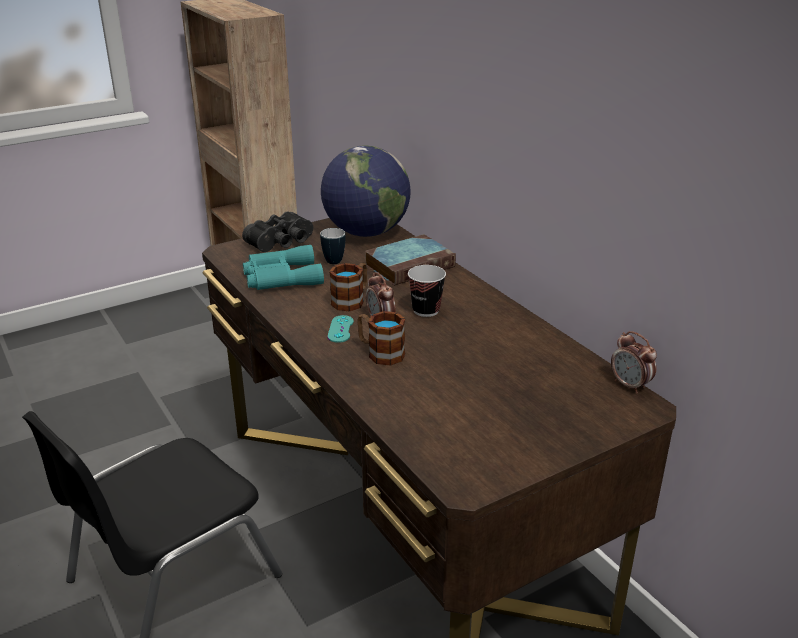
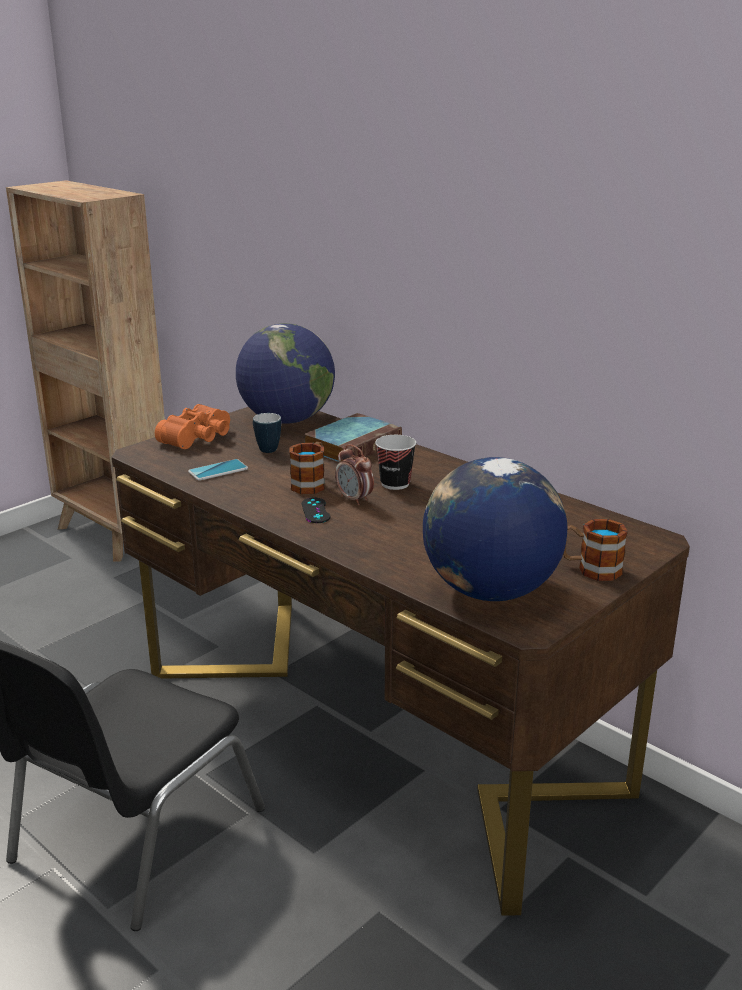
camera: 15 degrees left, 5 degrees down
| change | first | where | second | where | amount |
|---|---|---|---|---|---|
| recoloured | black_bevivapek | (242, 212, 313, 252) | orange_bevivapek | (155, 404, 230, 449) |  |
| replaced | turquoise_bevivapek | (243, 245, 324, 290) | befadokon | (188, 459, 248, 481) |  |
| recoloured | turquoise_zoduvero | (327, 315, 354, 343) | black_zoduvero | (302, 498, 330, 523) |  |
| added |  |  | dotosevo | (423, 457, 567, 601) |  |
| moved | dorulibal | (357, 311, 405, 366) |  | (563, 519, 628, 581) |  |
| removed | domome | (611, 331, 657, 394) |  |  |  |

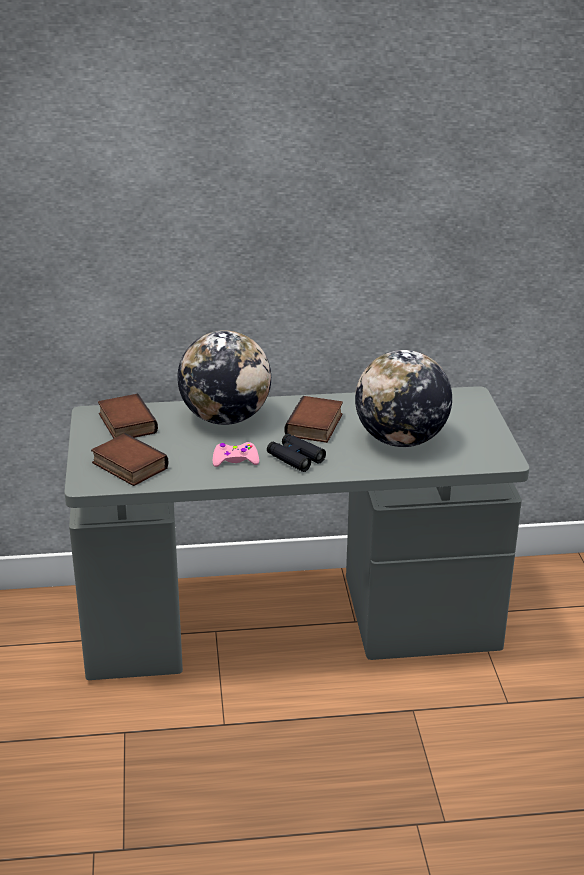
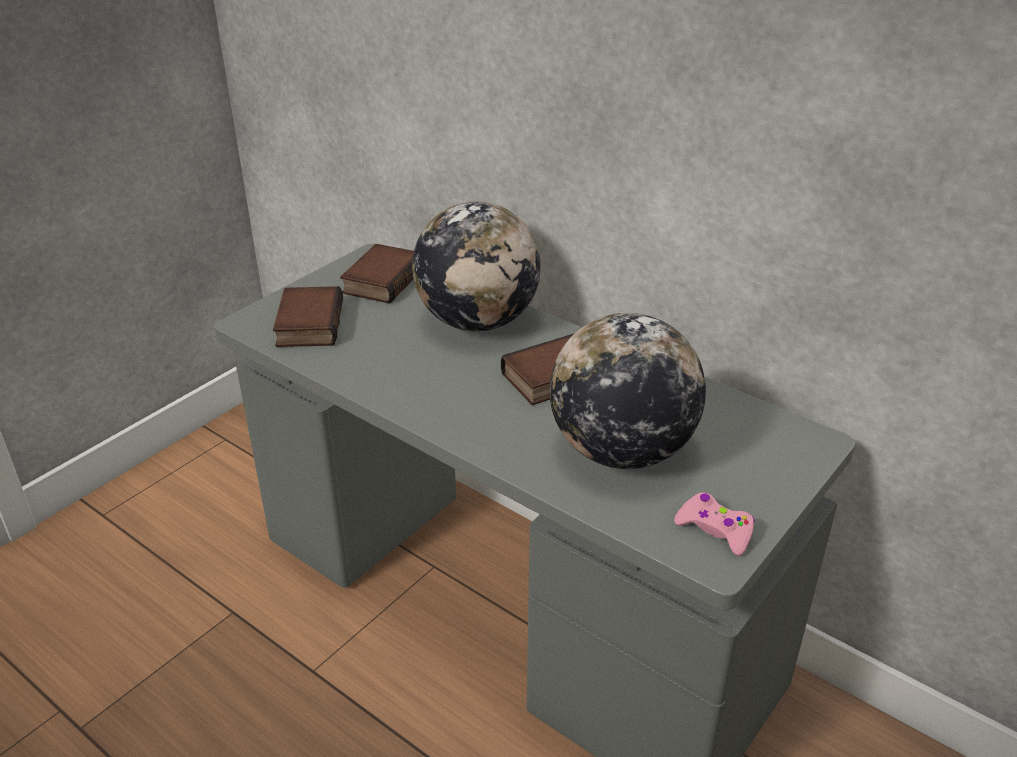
camera: 45 degrees right, 5 degrees up
| change | first | where | second | where | amount |
|---|---|---|---|---|---|
| moved | pink_zoduvero | (213, 442, 259, 467) |  | (674, 492, 755, 556) |  |
| removed | black_bevivapek | (267, 434, 326, 472) |  |  |  |

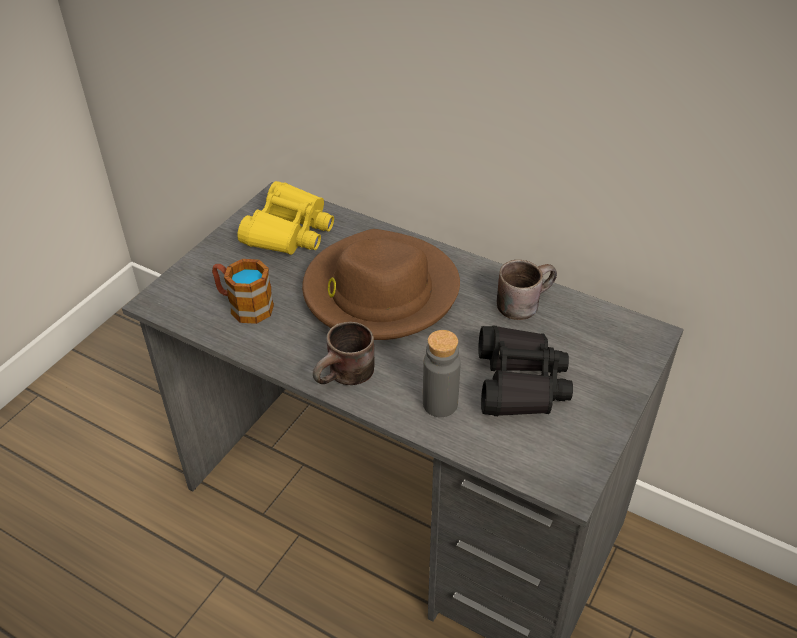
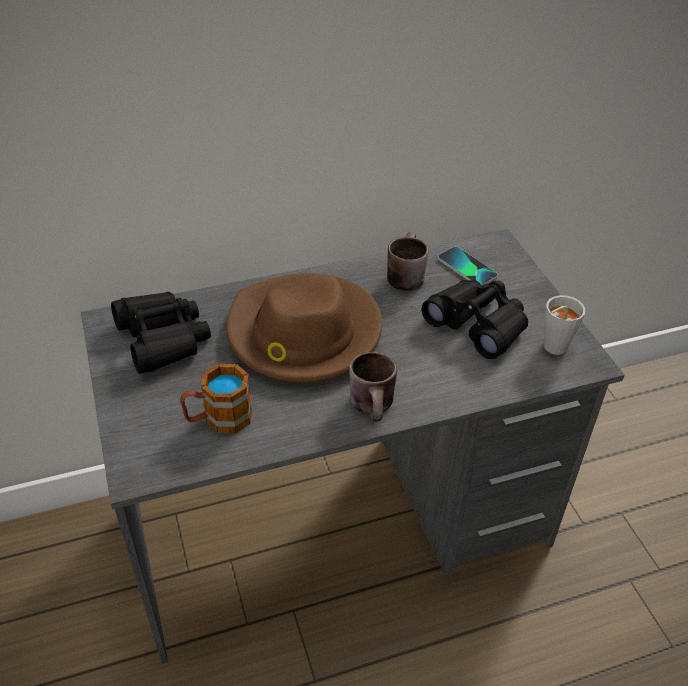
camera: 50 degrees left, 0 degrees up
| change | first | where | second | where | amount |
|---|---|---|---|---|---|
| recoloured | yellow_bevivapek | (238, 181, 334, 255) | black_bevivapek | (111, 292, 211, 374) |  |
| added |  |  | befadokon | (438, 247, 498, 285) |  |
| added |  |  | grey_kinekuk | (544, 295, 585, 355) |  |
| removed | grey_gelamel | (423, 330, 461, 417) |  |  |  |

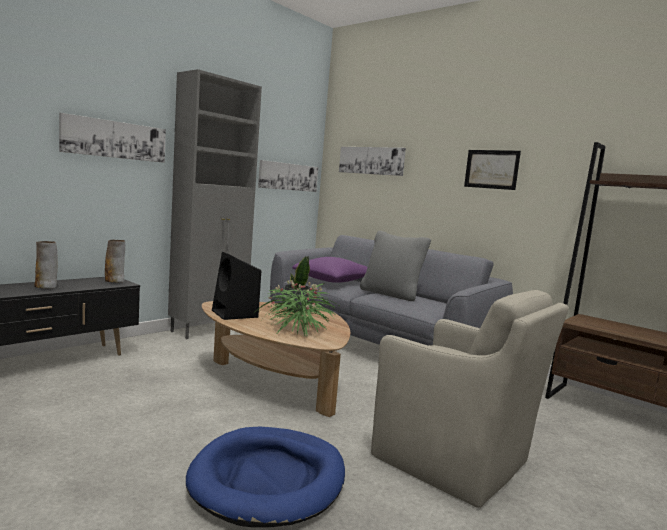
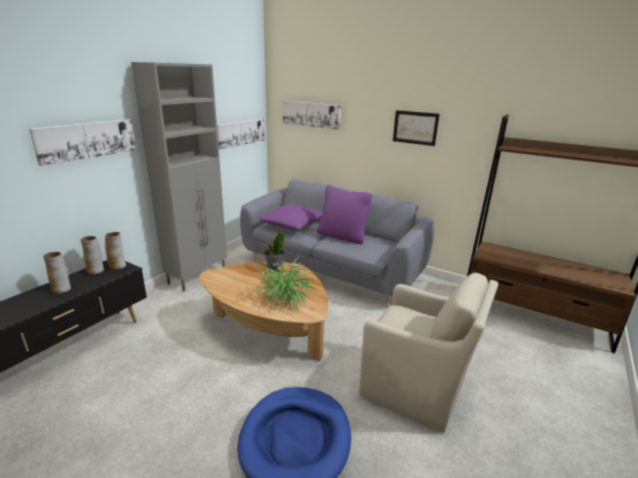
camera: 10 degrees left, 15 degrees up
| change | first | where | second | where | amount |
|---|---|---|---|---|---|
| added |  |  | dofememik | (80, 236, 104, 274) |  |
| recoloured | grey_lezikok | (360, 231, 431, 301) | purple_lezikok | (317, 185, 372, 244) |  |
| removed | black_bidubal | (212, 252, 261, 320) |  |  |  |

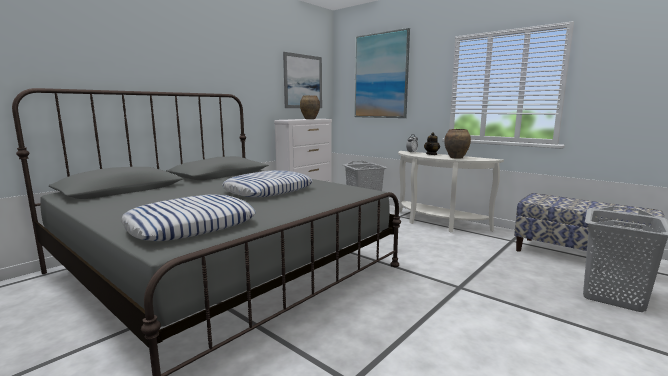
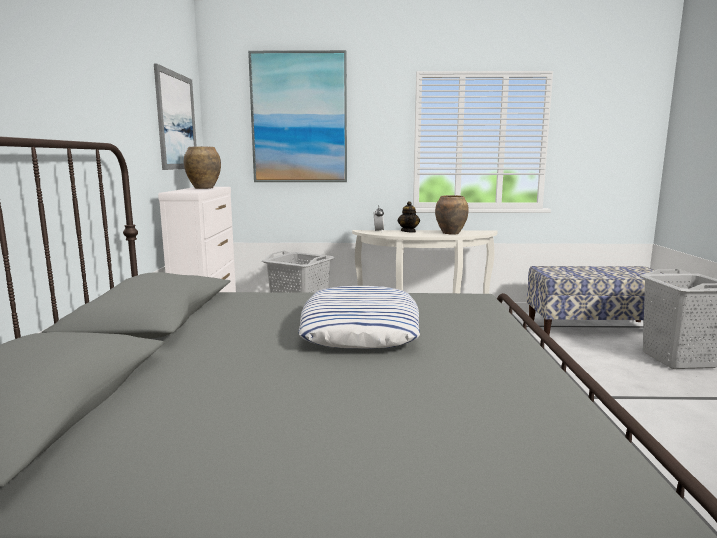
camera: 40 degrees left, 0 degrees up
| change | first | where | second | where | amount |
|---|---|---|---|---|---|
| removed | lezikok | (121, 195, 256, 241) |  |  |  |

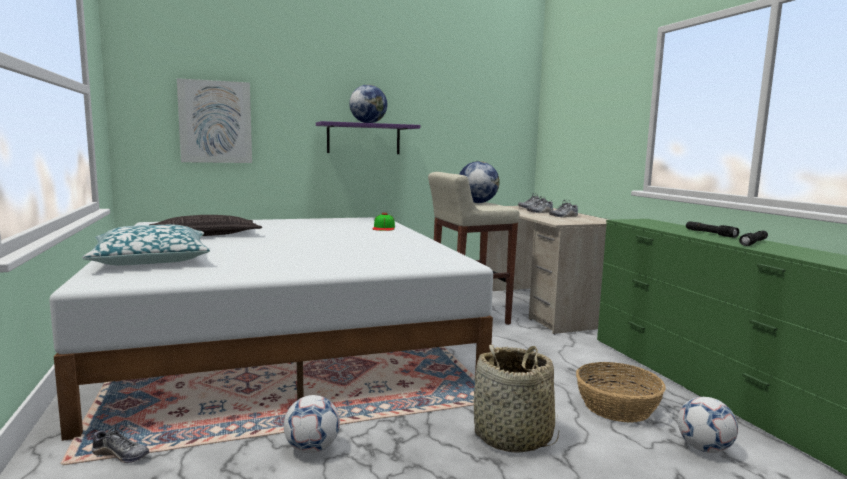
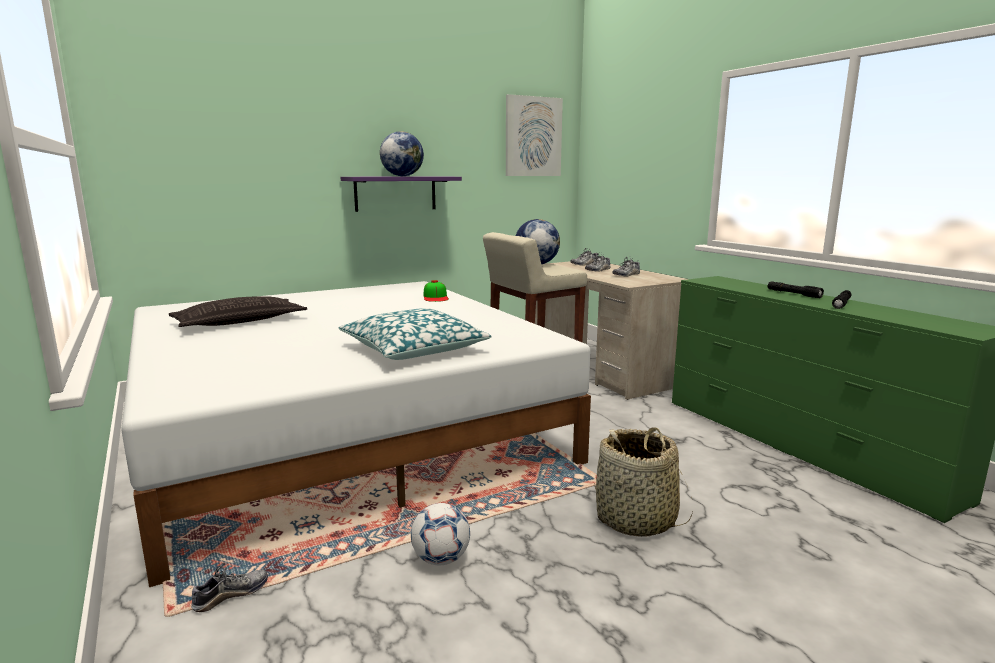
camera: 10 degrees left, 5 degrees up
| change | first | where | second | where | amount |
|---|---|---|---|---|---|
| turned | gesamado | (92, 424, 149, 463) |  | (190, 562, 268, 612) | 45 degrees counterclockwise |
| moved | lezikok | (82, 225, 210, 265) |  | (339, 308, 491, 360) |  |
| moved | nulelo | (177, 78, 252, 163) |  | (506, 94, 563, 176) |  |
| removed | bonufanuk | (576, 362, 666, 423) |  |  |  |
| removed | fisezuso | (678, 397, 738, 453) |  |  |  |

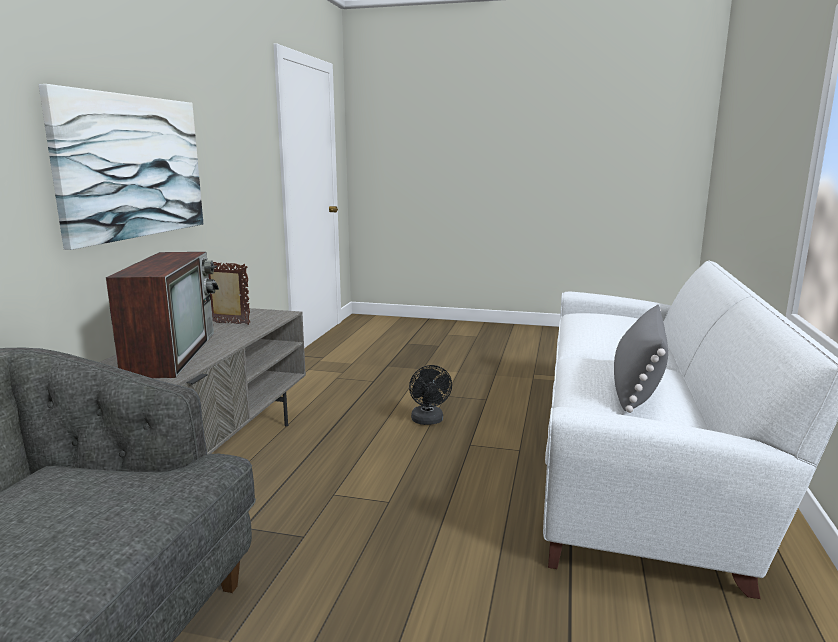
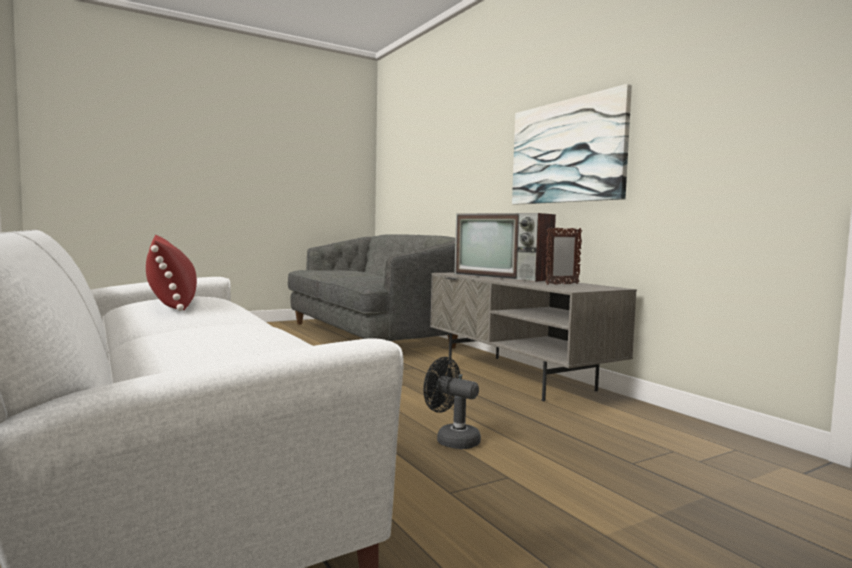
camera: 135 degrees right, 10 degrees down
| change | first | where | second | where | amount |
|---|---|---|---|---|---|
| recoloured | grey_lezikok | (614, 305, 668, 413) | red_lezikok | (146, 235, 197, 311) |  |

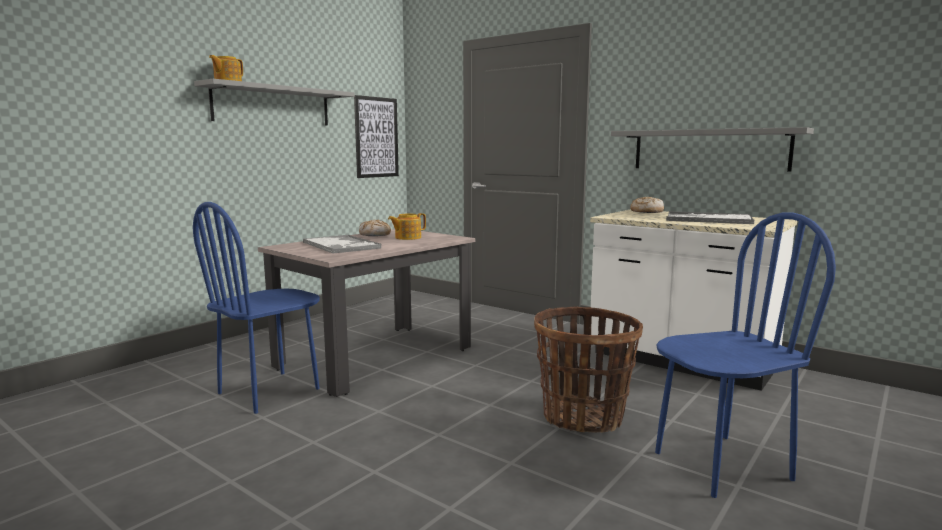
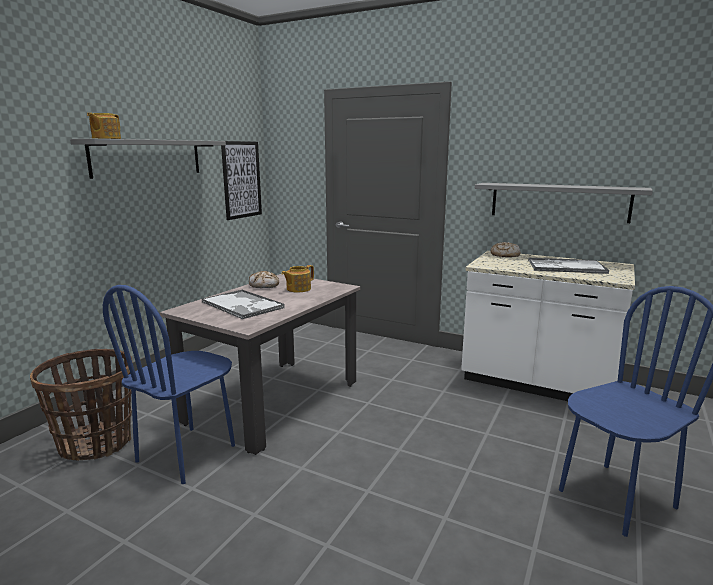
camera: 10 degrees left, 5 degrees up
| change | first | where | second | where | amount |
|---|---|---|---|---|---|
| moved | bonufanuk | (534, 306, 643, 433) |  | (30, 349, 133, 461) |  |

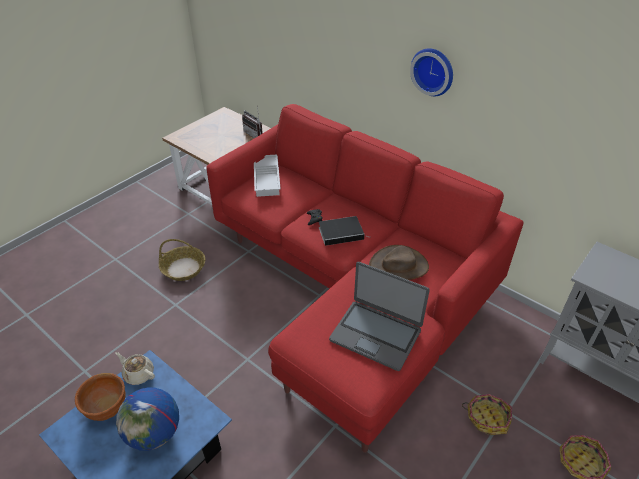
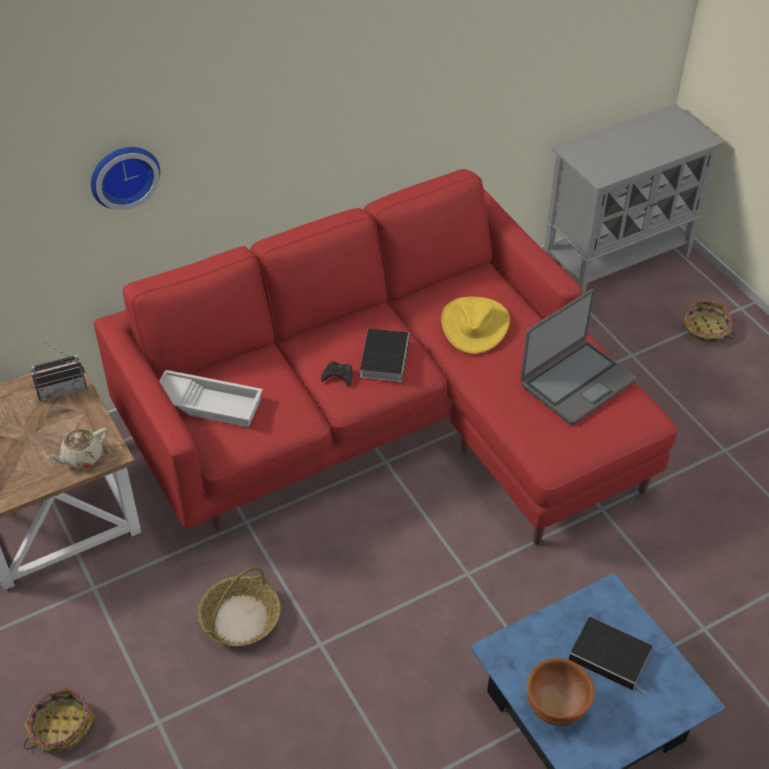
camera: 70 degrees left, 5 degrees up
| change | first | where | second | where | amount |
|---|---|---|---|---|---|
| moved | bonufanuk | (462, 394, 512, 435) |  | (24, 687, 96, 751) |  |
| moved | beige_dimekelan | (115, 352, 155, 385) |  | (47, 428, 108, 468) |  |
| moved | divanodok | (410, 48, 453, 96) |  | (91, 147, 160, 210) |  |
| recoloured | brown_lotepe | (369, 245, 429, 280) | yellow_lotepe | (441, 296, 510, 354) |  |
| replaced | dotosevo | (116, 387, 179, 451) | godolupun | (569, 617, 652, 694) |  |

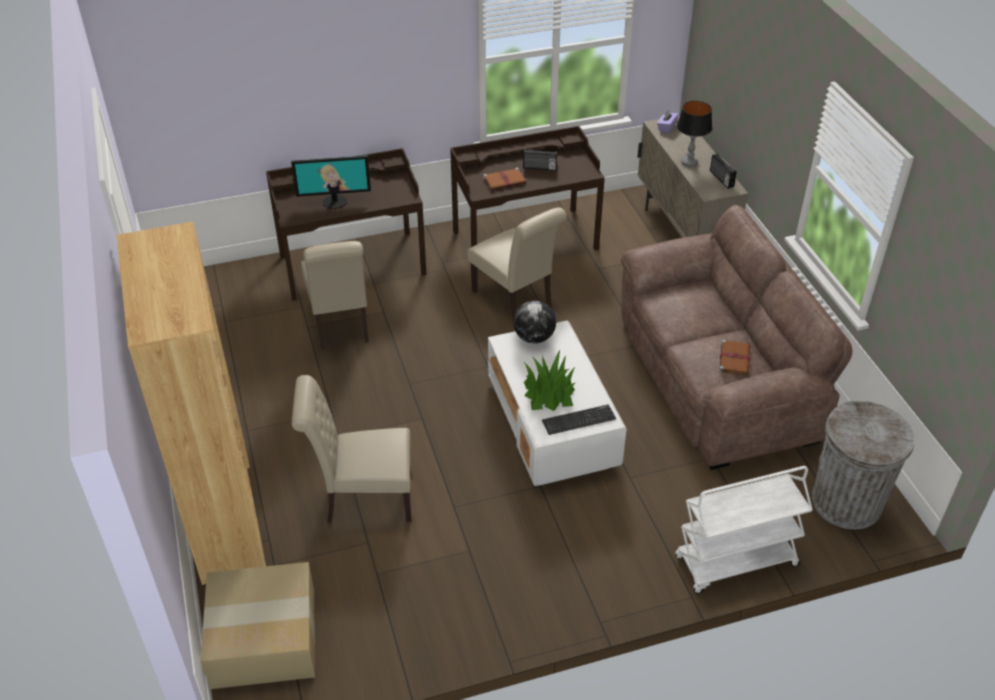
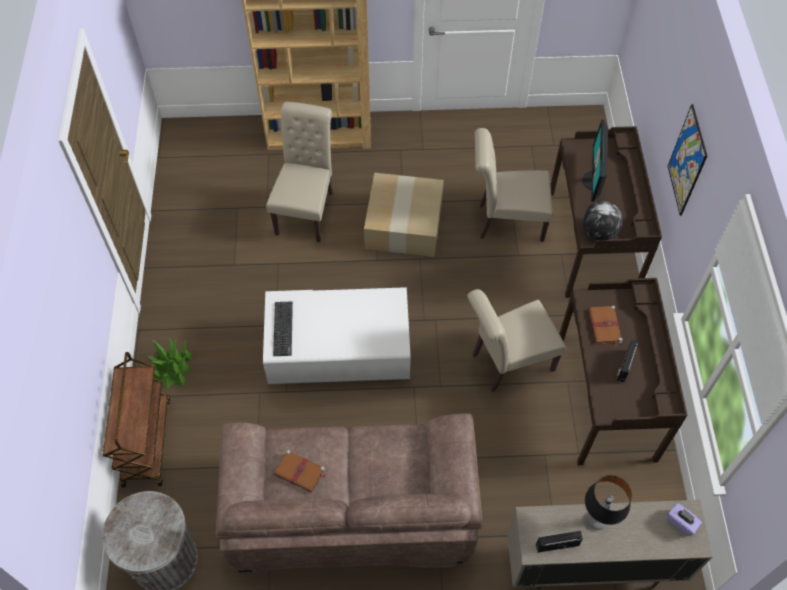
camera: 105 degrees right, 15 degrees up
| change | first | where | second | where | amount |
|---|---|---|---|---|---|
| recoloured | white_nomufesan | (675, 466, 813, 594) | brown_nomufesan | (103, 352, 170, 488) |  |
| moved | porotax | (524, 350, 575, 411) |  | (147, 338, 192, 389) |  |
| moved | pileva | (200, 562, 315, 689) |  | (364, 173, 444, 257) |  |
| moved | dotosevo | (513, 301, 556, 344) |  | (582, 201, 623, 240) |  |
| added |  |  | nulelo | (668, 104, 707, 216) |  |

